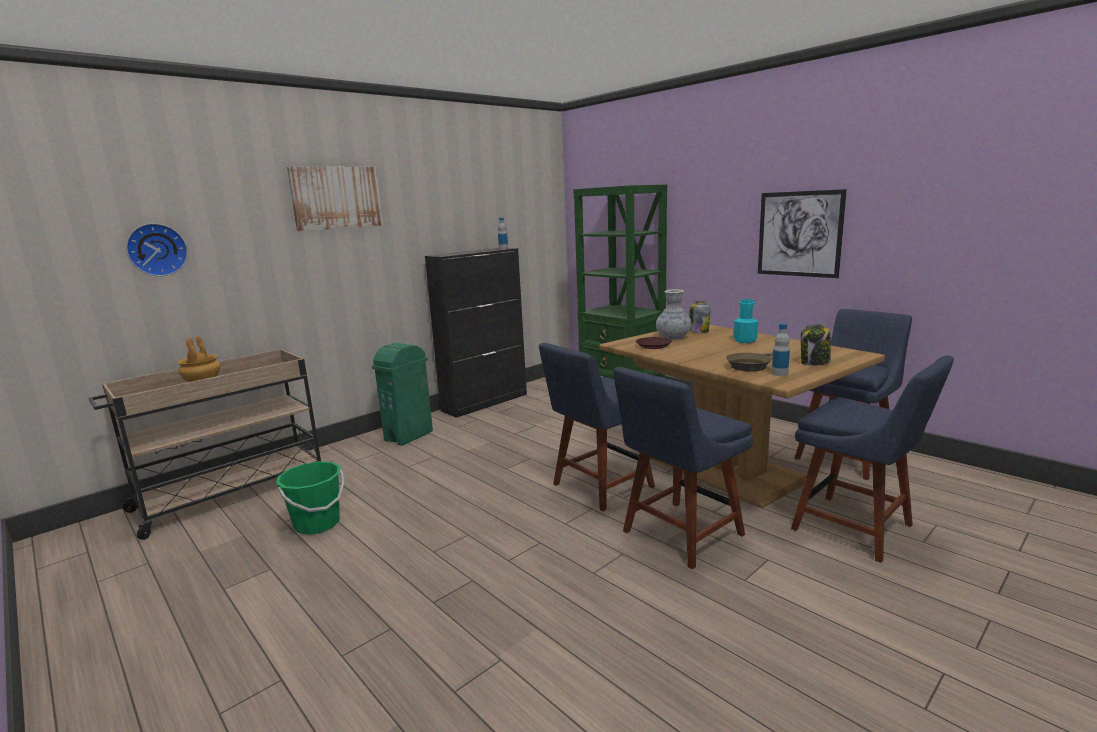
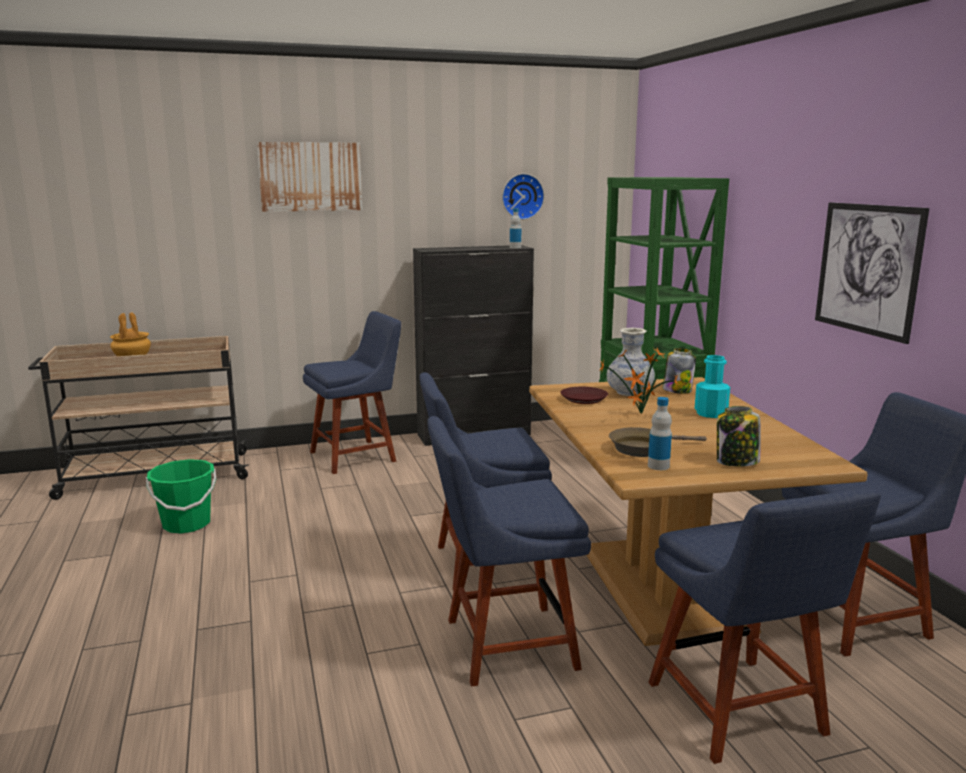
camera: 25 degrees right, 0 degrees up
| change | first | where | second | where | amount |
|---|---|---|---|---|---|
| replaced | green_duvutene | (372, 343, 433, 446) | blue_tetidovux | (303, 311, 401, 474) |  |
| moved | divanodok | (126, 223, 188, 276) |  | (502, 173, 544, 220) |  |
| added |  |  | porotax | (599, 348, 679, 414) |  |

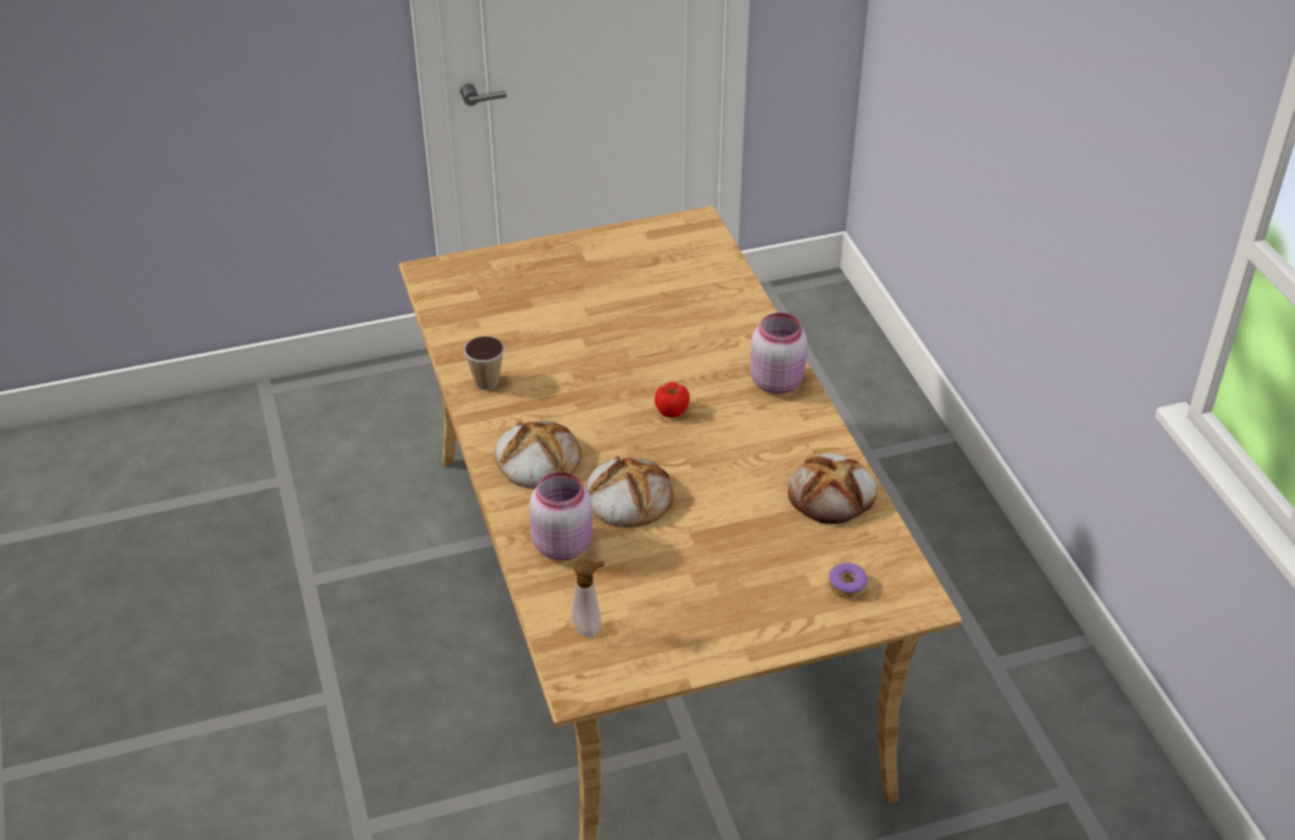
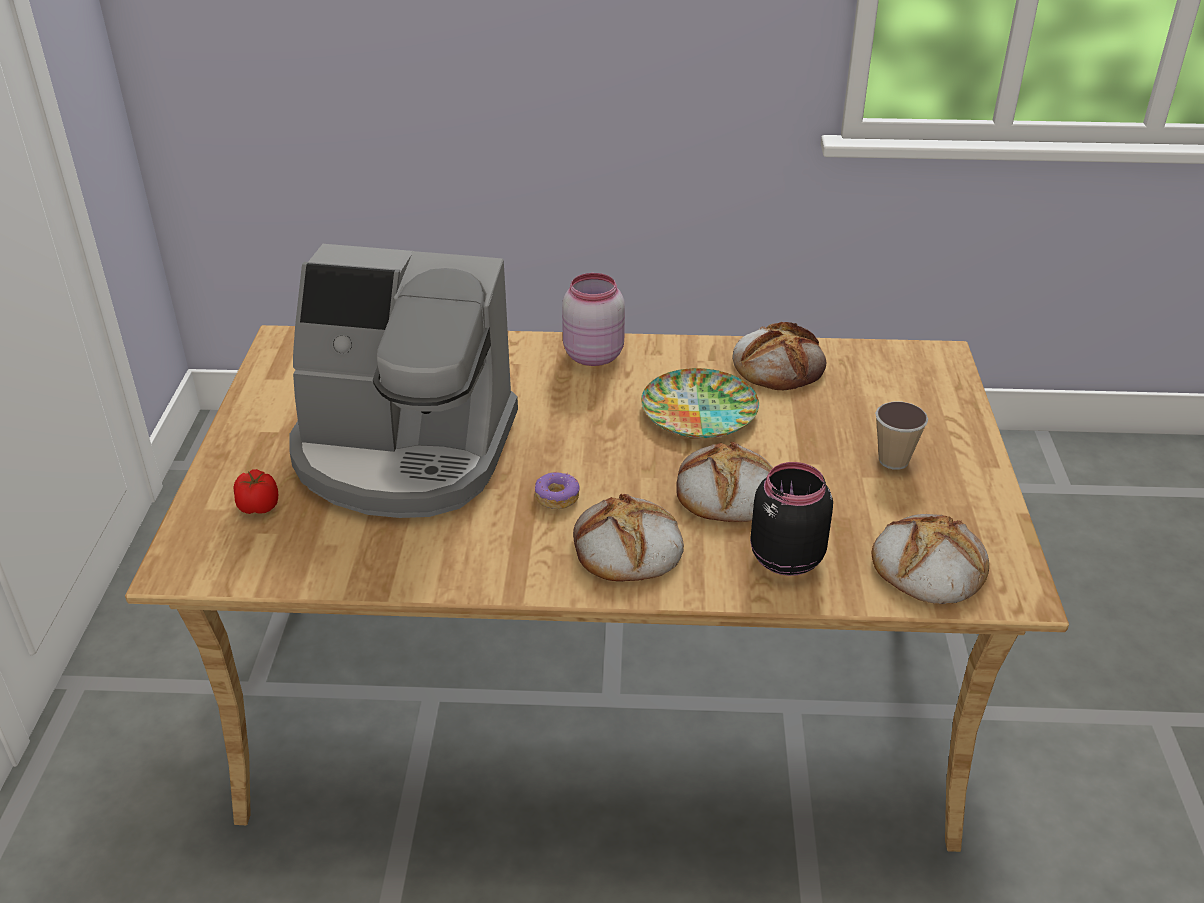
camera: 70 degrees left, 5 degrees down
| change | first | where | second | where | amount |
|---|---|---|---|---|---|
| moved | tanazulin | (655, 382, 690, 417) |  | (233, 469, 278, 514) |  |
| added |  |  | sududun | (289, 244, 518, 518) |  |
| moved | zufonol | (828, 563, 868, 598) |  | (534, 472, 579, 510) |  |
| added |  |  | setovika | (641, 368, 759, 438) |  |
| recoloured | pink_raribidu | (529, 472, 592, 560) | black_raribidu | (750, 462, 833, 576) |  |
| replaced | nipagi | (572, 560, 605, 638) | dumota | (871, 514, 989, 604) |  |
| moved | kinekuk | (463, 336, 505, 390) |  | (875, 402, 928, 470) |  |

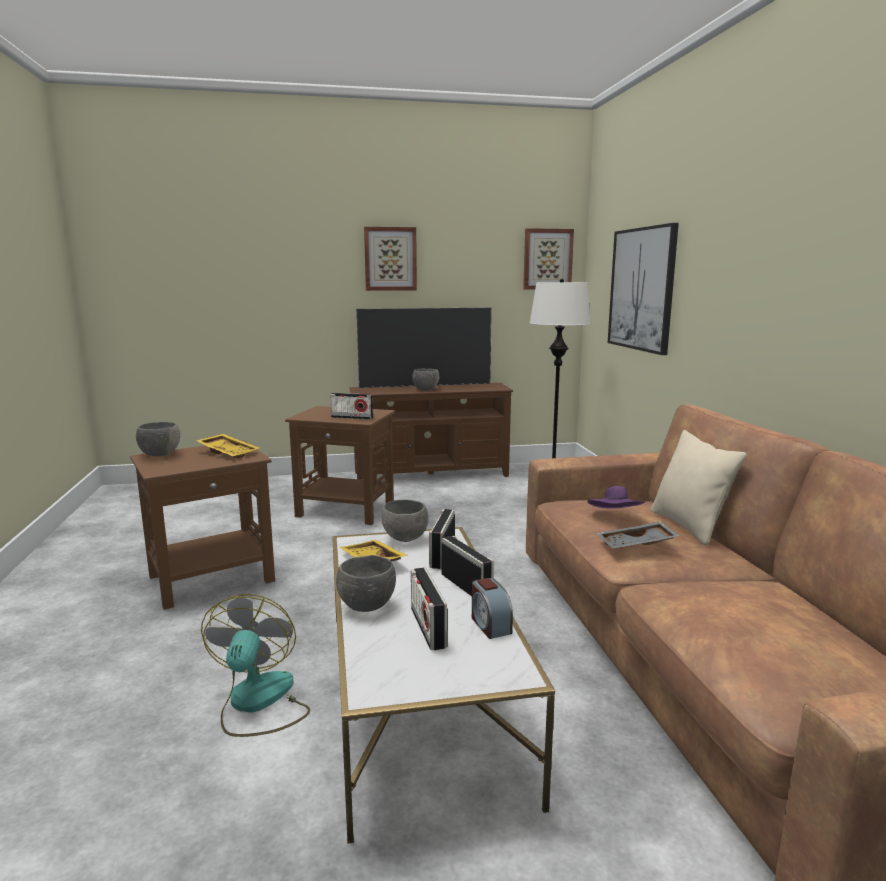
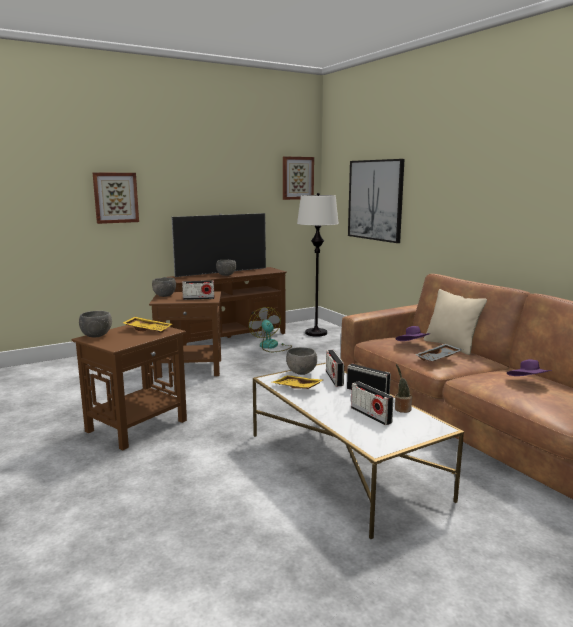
camera: 20 degrees left, 0 degrees up
| change | first | where | second | where | amount |
|---|---|---|---|---|---|
| moved | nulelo | (364, 227, 417, 291) |  | (93, 173, 139, 224) |  |
| moved | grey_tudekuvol | (336, 555, 396, 612) |  | (152, 277, 176, 297) |  |
| moved | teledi | (201, 594, 310, 737) |  | (249, 307, 292, 352) |  |
| replaced | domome | (472, 578, 513, 639) | porotax | (395, 364, 412, 413) |  |
| added |  |  | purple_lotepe | (507, 359, 551, 376) |  |

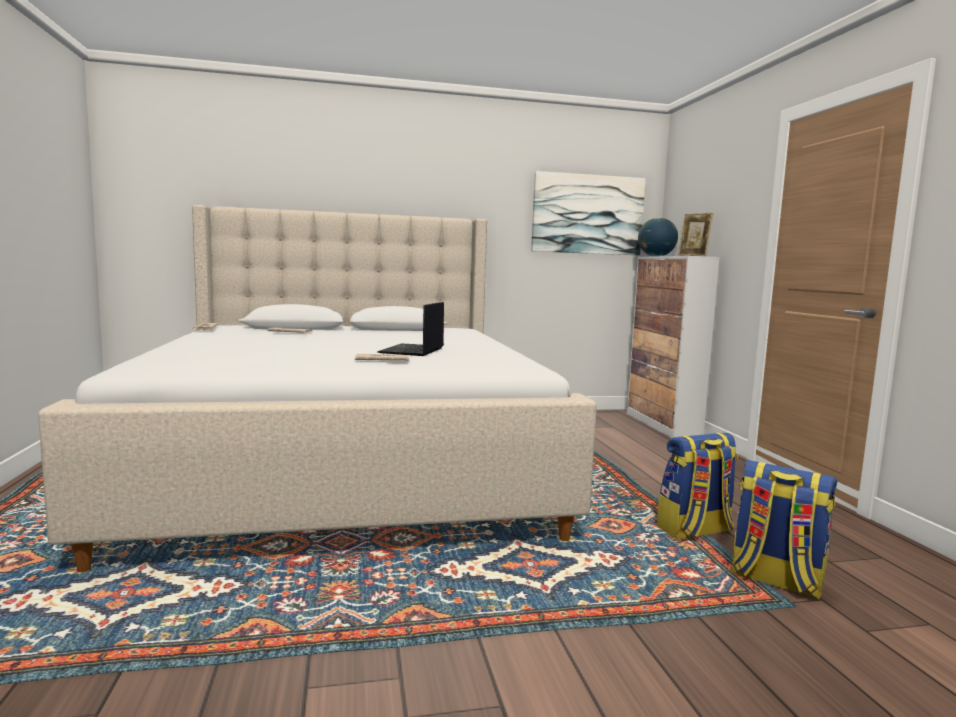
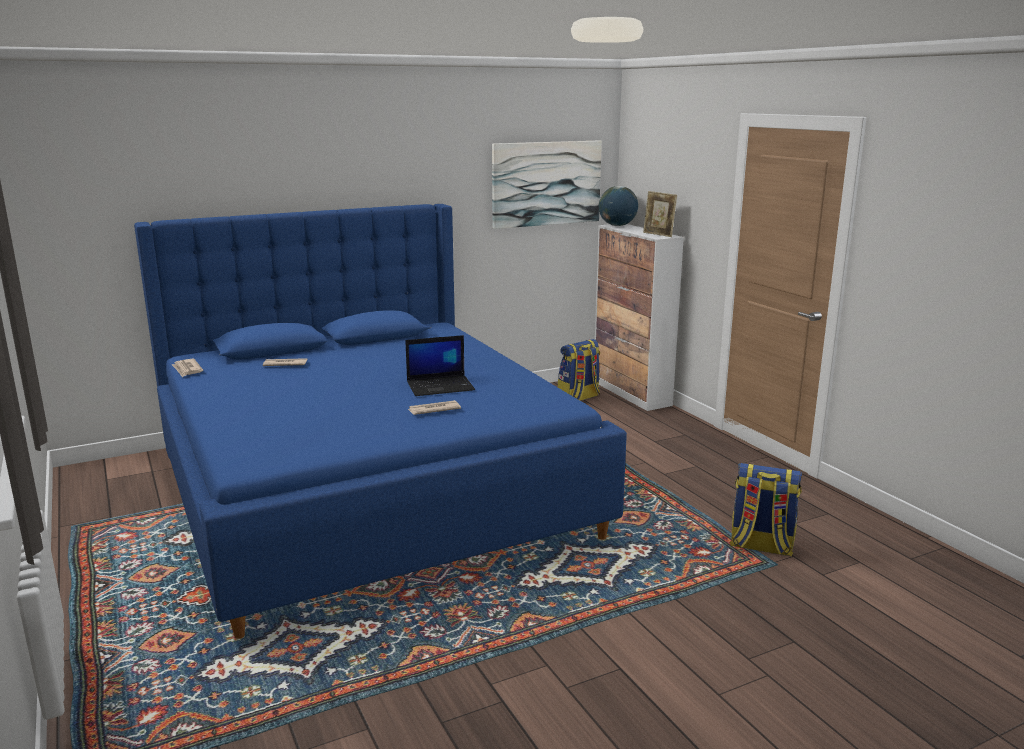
camera: 15 degrees left, 10 degrees up
| change | first | where | second | where | amount |
|---|---|---|---|---|---|
| recoloured | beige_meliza | (38, 205, 597, 573) | blue_meliza | (134, 204, 627, 639) |  |
| turned | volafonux | (378, 302, 444, 356) |  | (405, 335, 475, 396) | 105 degrees counterclockwise |
| moved | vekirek | (657, 433, 738, 540) |  | (558, 339, 600, 401) |  |

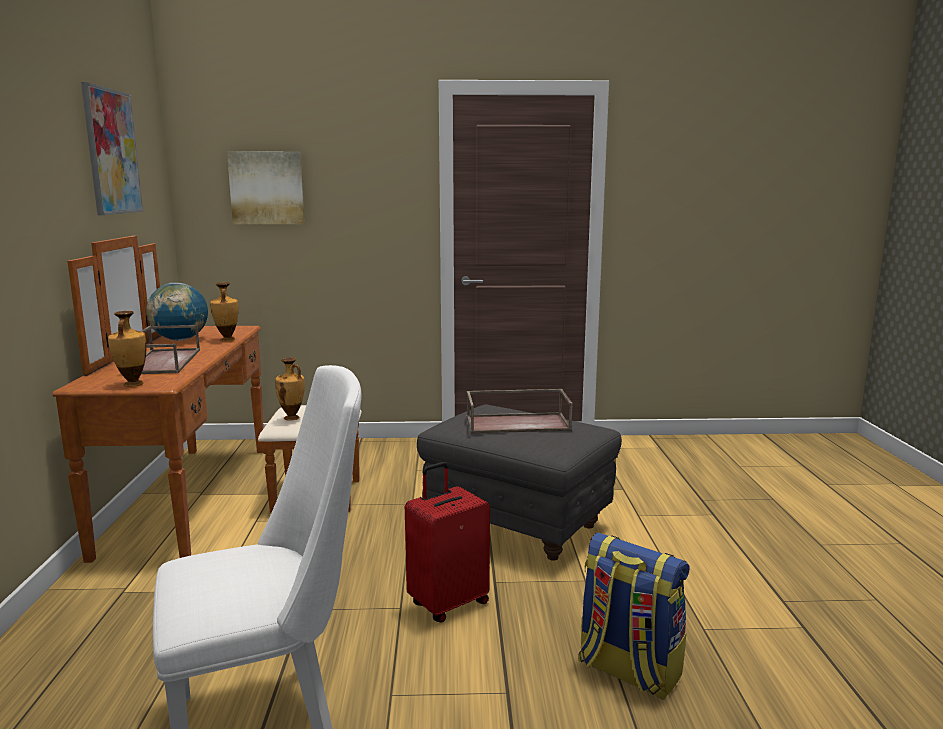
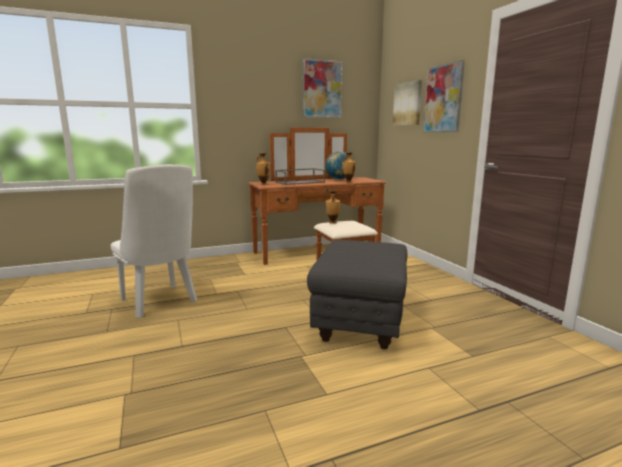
camera: 70 degrees right, 0 degrees up
| change | first | where | second | where | amount |
|---|---|---|---|---|---|
| added |  |  | nulelo | (423, 60, 465, 132) |  |
| removed | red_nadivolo | (405, 462, 490, 623) |  |  |  |
| removed | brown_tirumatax | (467, 389, 573, 433) |  |  |  |
| removed | vekirek | (578, 533, 689, 700) |  |  |  |

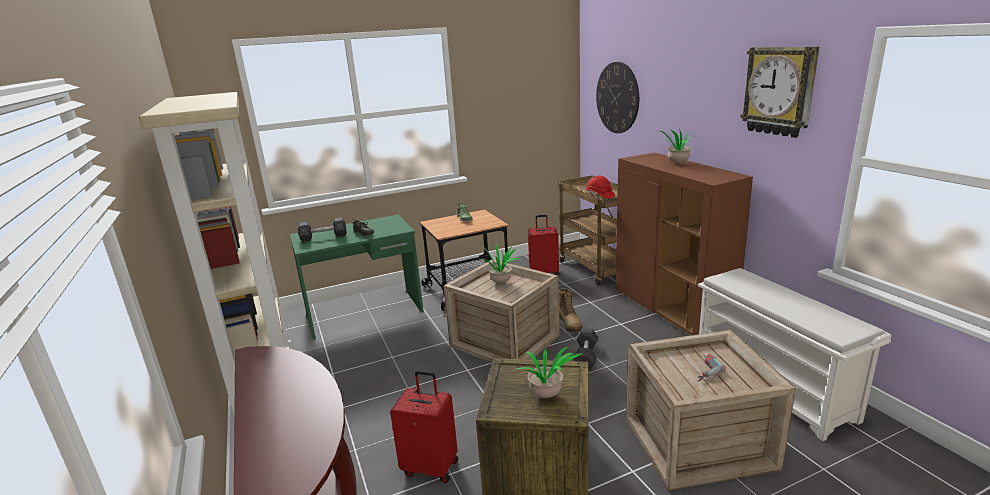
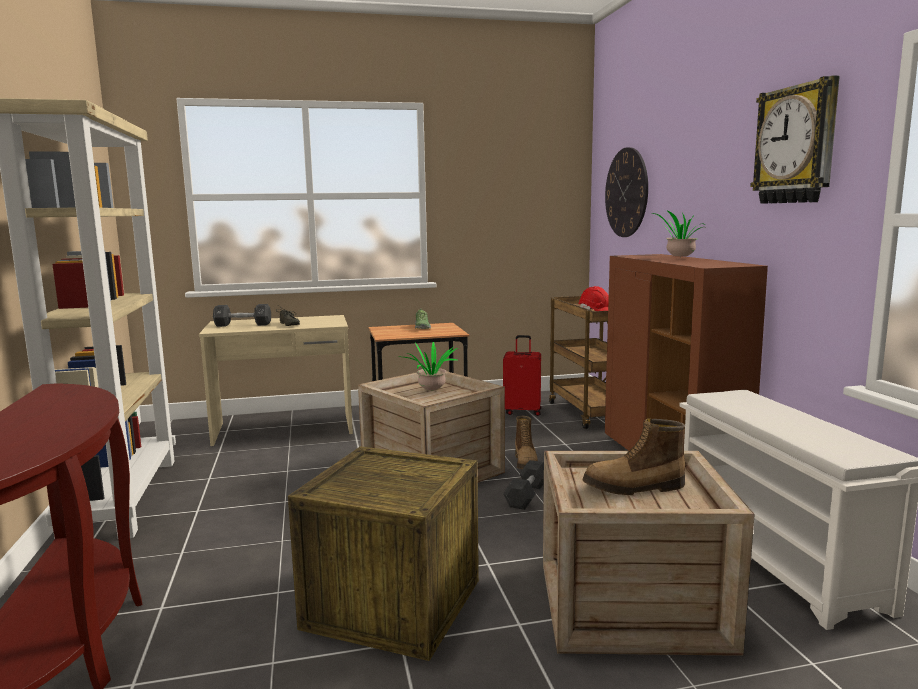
camera: 10 degrees right, 10 degrees down
| change | first | where | second | where | amount |
|---|---|---|---|---|---|
| recoloured | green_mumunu | (290, 215, 424, 340) | beige_mumunu | (199, 315, 353, 446) |  |
| replaced | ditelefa | (698, 353, 726, 381) | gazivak | (583, 418, 686, 495) |  |
| removed | red_nadivolo | (390, 370, 458, 483) |  |  |  |
| removed | porotax | (517, 346, 583, 398) |  |  |  |

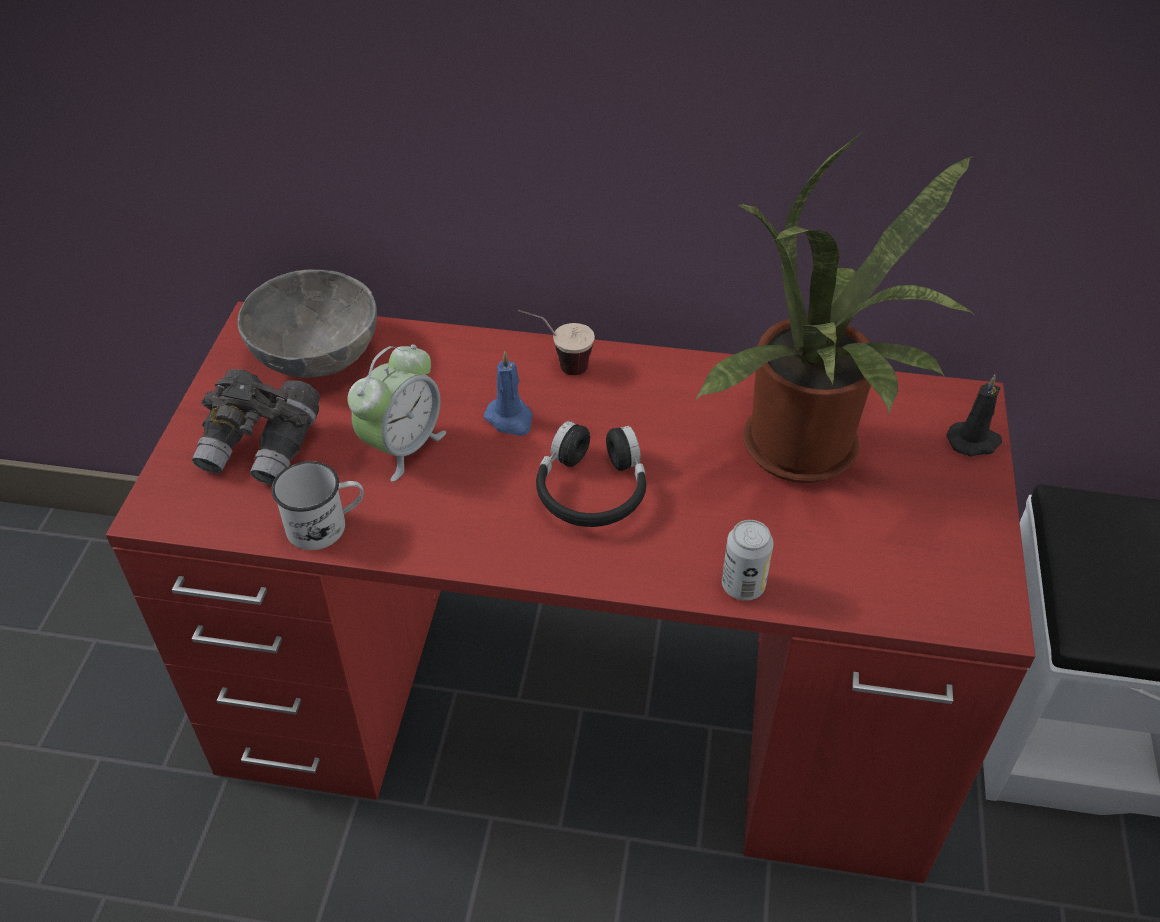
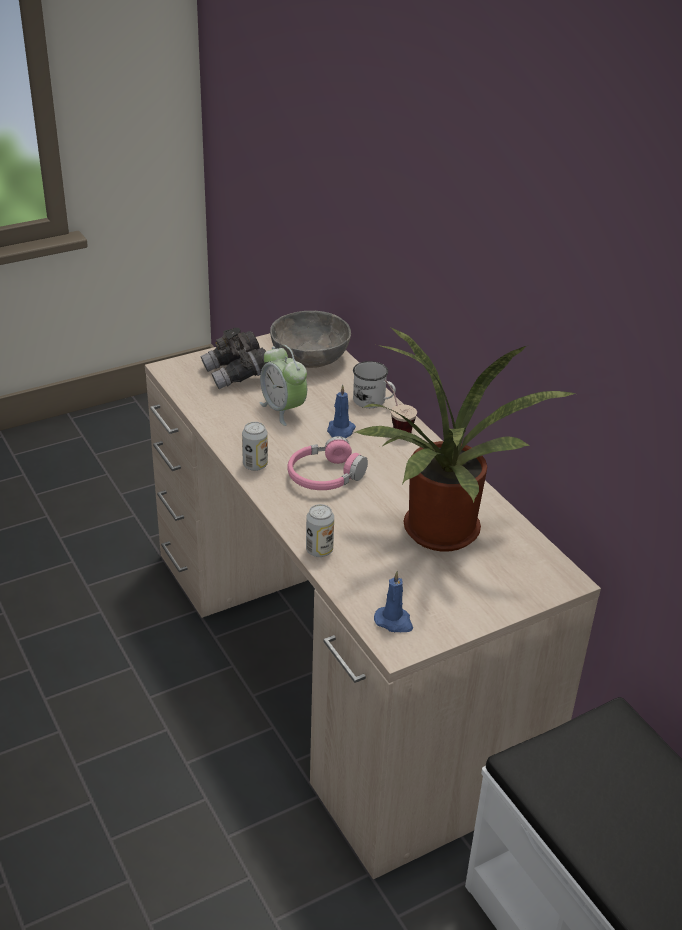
camera: 50 degrees right, 10 degrees down
| change | first | where | second | where | amount |
|---|---|---|---|---|---|
| recoloured | red_mumunu | (106, 301, 1035, 883) | beige_mumunu | (145, 333, 601, 879) |  |
| added |  |  | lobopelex | (242, 422, 268, 471) |  |
| turned | domome | (347, 345, 446, 482) |  | (260, 345, 307, 426) | 60 degrees clockwise |
| recoloured | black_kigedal | (536, 421, 646, 527) | pink_kigedal | (288, 436, 368, 490) |  |
| moved | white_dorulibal | (271, 461, 364, 550) |  | (353, 361, 396, 408) |  |
| added |  |  | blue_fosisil | (374, 571, 413, 632) |  |
| removed | black_fosisil | (946, 375, 1002, 456) |  |  |  |

